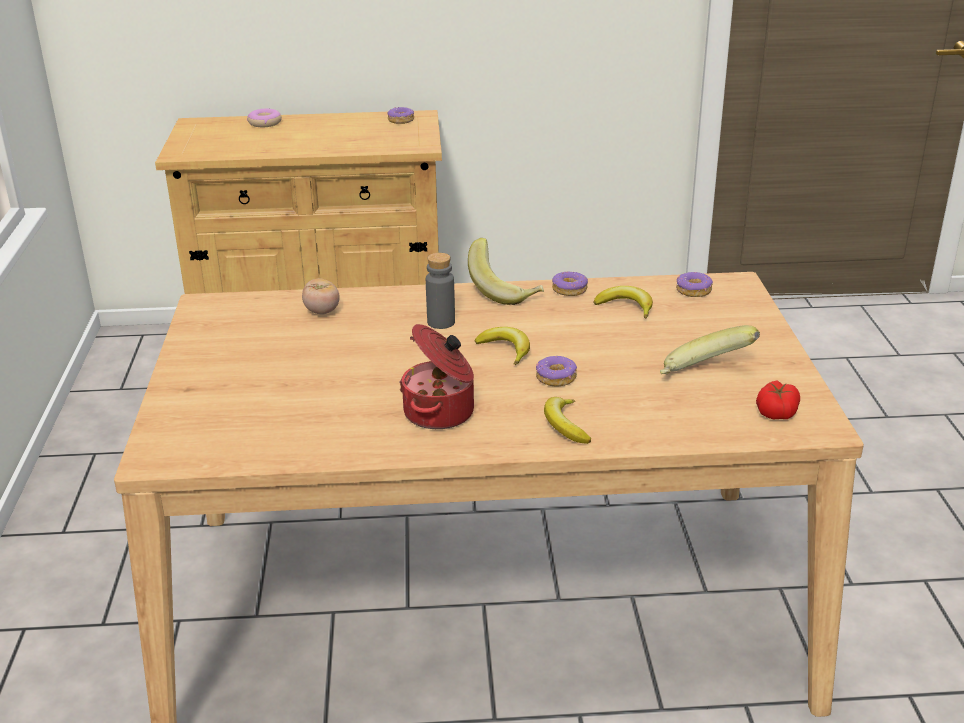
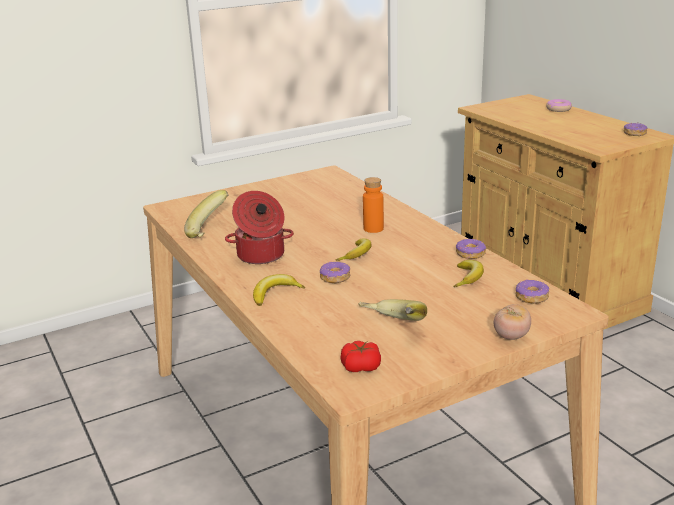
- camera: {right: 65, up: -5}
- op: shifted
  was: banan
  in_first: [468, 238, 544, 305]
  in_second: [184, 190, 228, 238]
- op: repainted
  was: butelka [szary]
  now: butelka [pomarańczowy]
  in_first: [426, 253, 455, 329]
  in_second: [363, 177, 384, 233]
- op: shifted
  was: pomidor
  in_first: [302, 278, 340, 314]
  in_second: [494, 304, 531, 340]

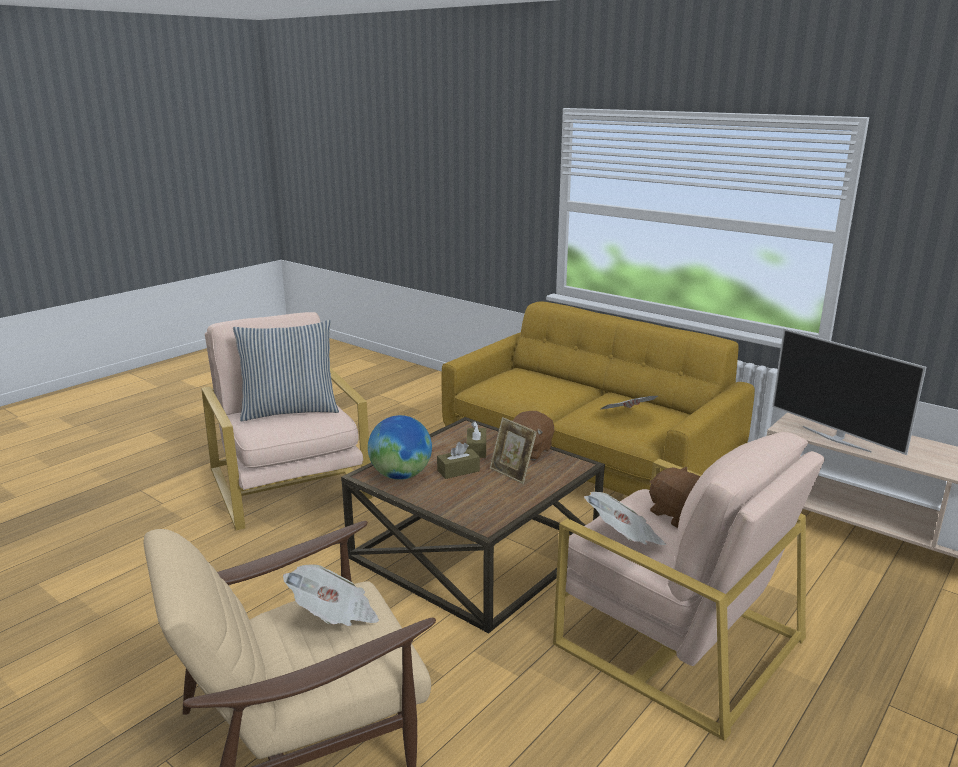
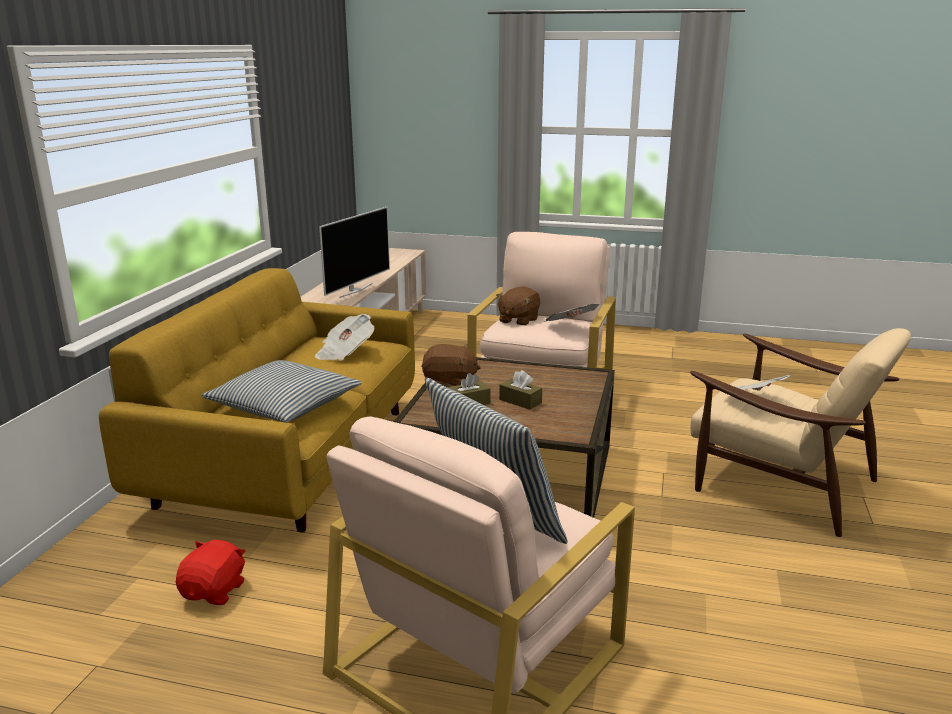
- camera: {right: -115, up: 0}
- op: gone
  was: globus
  in_first: [368, 415, 432, 480]
- op: gone
  was: ramka na zdjęcie
  in_first: [490, 417, 537, 484]
- op: new
  now: poduszka
  in_second: [201, 360, 362, 423]
- op: new
  now: pluszak [czerwony]
  in_second: [176, 540, 246, 605]

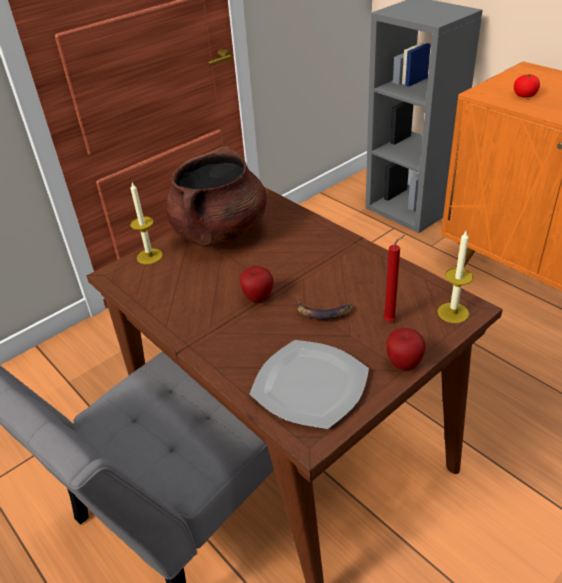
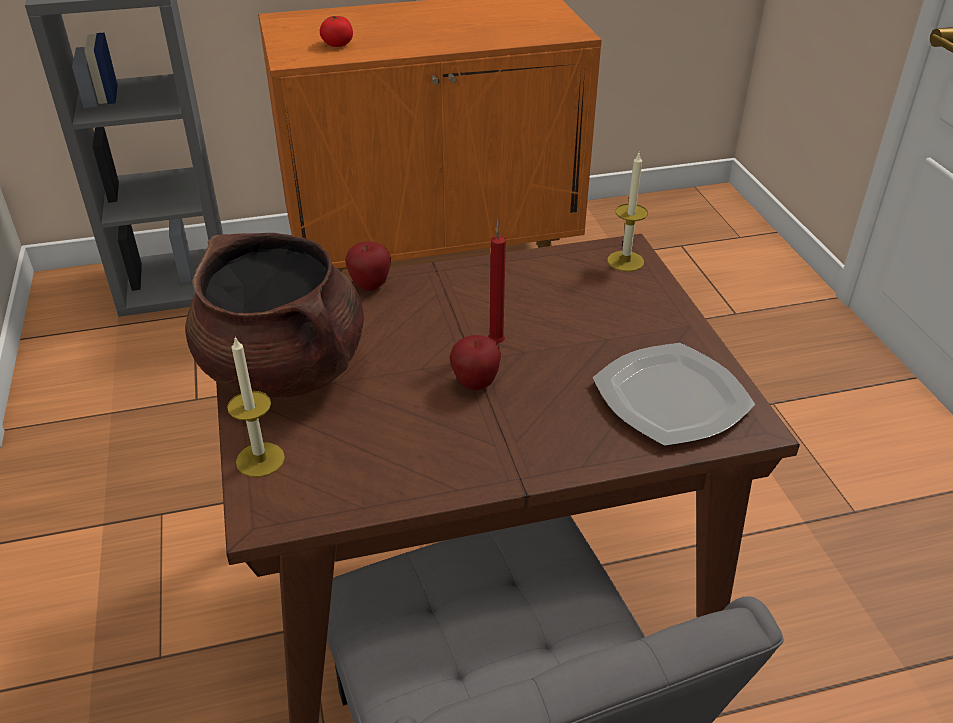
- camera: {right: -65, up: 0}
- op: shifted
  was: świeca [czerwony]
  in_first: [384, 235, 405, 322]
  in_second: [488, 219, 506, 344]
- op: gone
  was: banan
  in_first: [298, 301, 353, 320]
- op: shifted
  was: jabłko
  in_first: [386, 328, 426, 370]
  in_second: [345, 242, 391, 291]

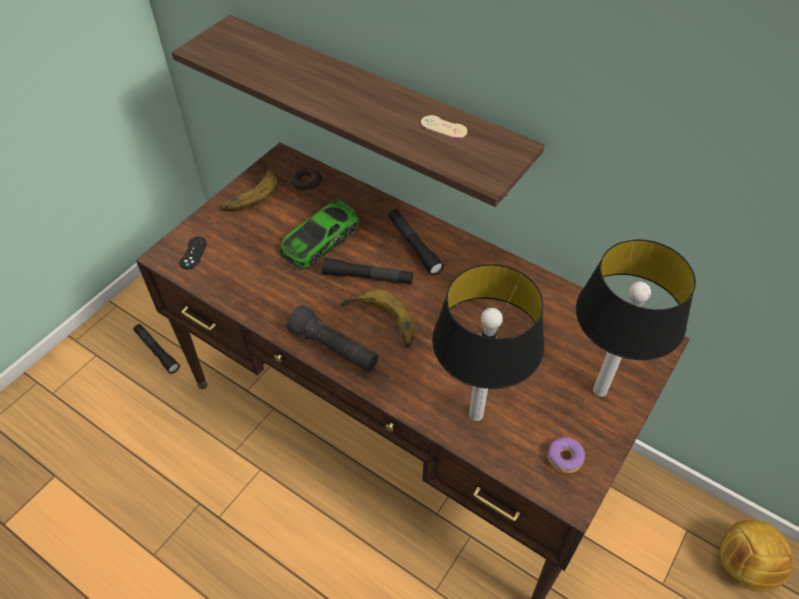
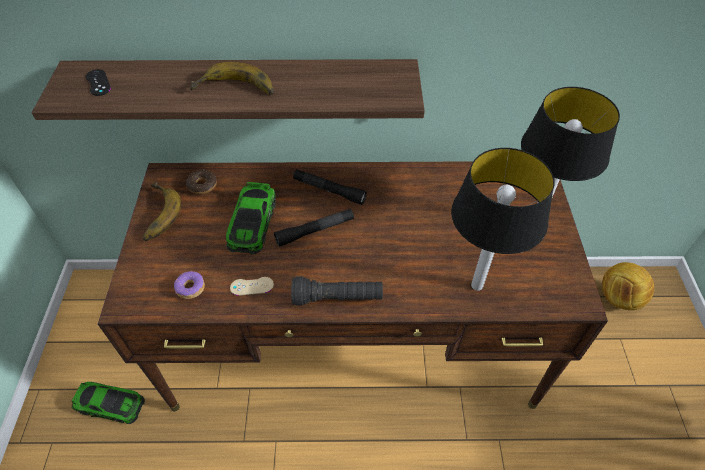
- camera: {right: -35, up: 0}
- op: shifted
  was: pad do gier [beżowy]
  in_first: [421, 115, 467, 139]
  in_second: [230, 277, 274, 296]
- op: shifted
  was: pad do gier [czarny]
  in_first: [179, 237, 207, 269]
  in_second: [86, 69, 111, 96]
- op: shifted
  was: banan
  in_first: [340, 289, 415, 348]
  in_second: [190, 62, 274, 95]
- op: swapped
  was: latarka [czarny]
  now: samochodzik
  in_first: [133, 324, 180, 374]
  in_second: [72, 382, 145, 424]
- op: shifted
  was: donut
  in_first: [548, 437, 585, 473]
  in_second: [174, 271, 205, 299]

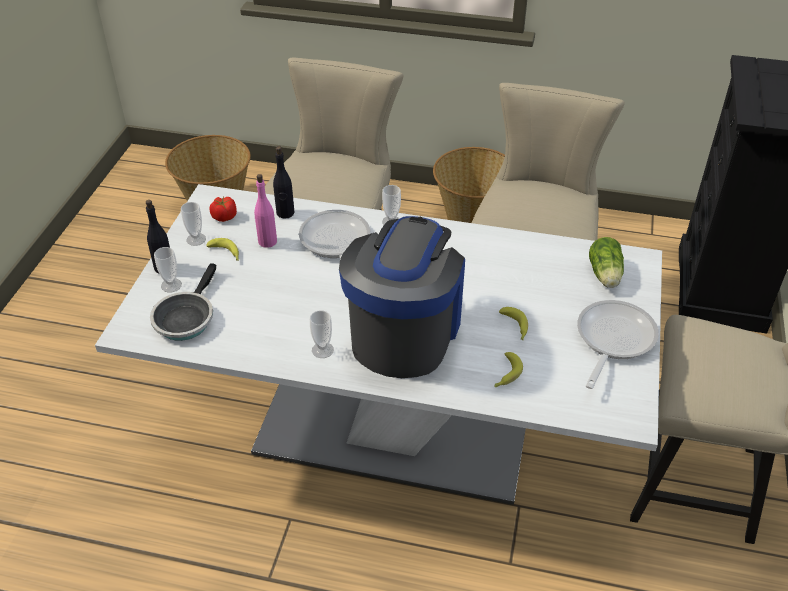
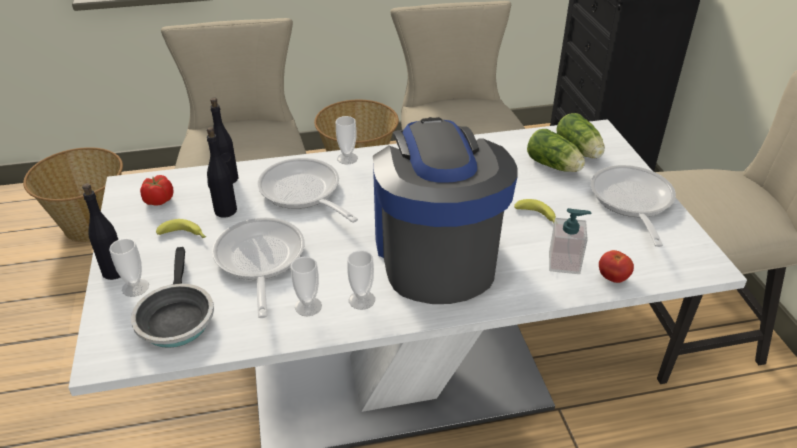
- camera: {right: -25, up: -5}
- op: repainted
  was: butelka [różowy]
  now: butelka [czarny]
  in_first: [254, 174, 277, 248]
  in_second: [207, 127, 237, 218]
- op: shifted
  was: filiżanka
  in_first: [181, 202, 206, 246]
  in_second: [291, 257, 322, 316]
- op: swapped
  was: banan
  now: dozownik mydła
  in_first: [494, 352, 523, 387]
  in_second: [549, 208, 591, 274]
- op: new
  now: sałata
  in_second: [527, 129, 585, 172]
- op: new
  now: patelnia
  in_second: [212, 217, 305, 318]
- op: new
  now: pomidor
  in_second: [599, 250, 634, 283]

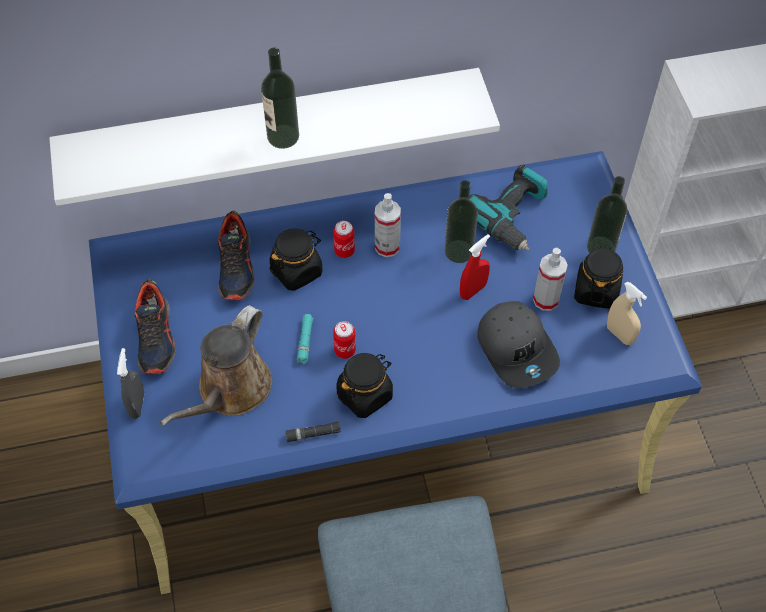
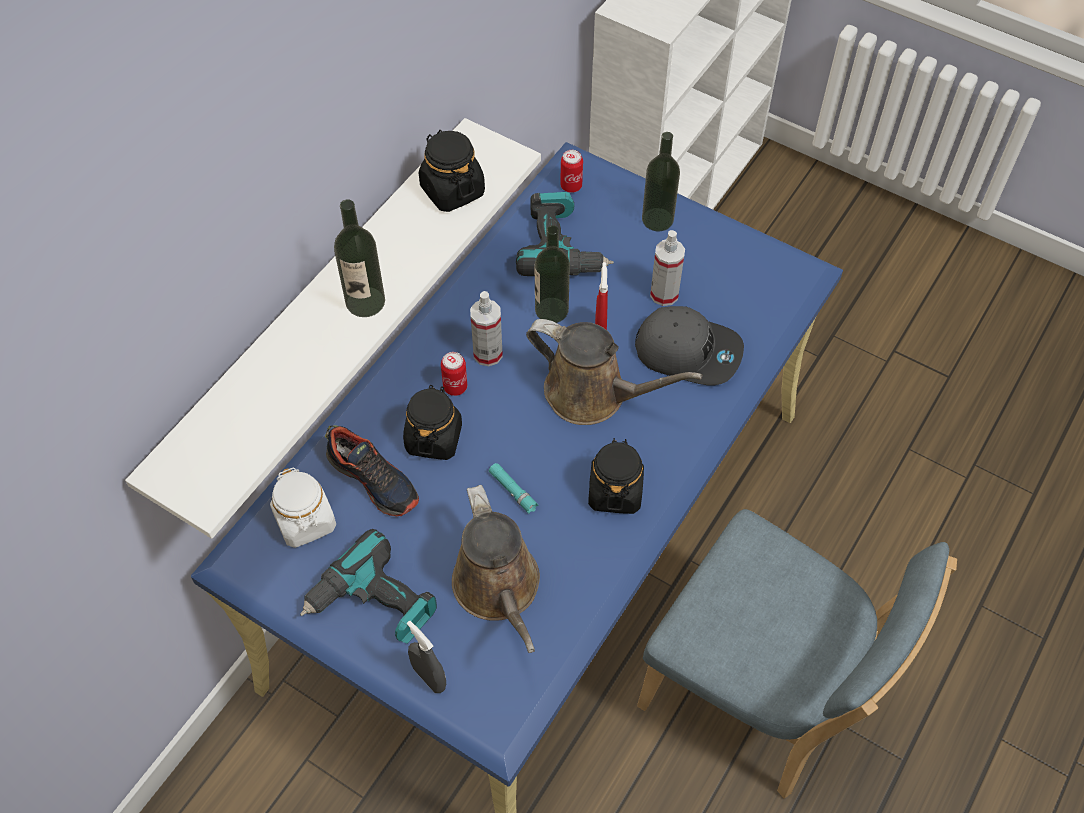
- camera: {right: -45, up: 0}
- op: shifted
  was: słoik [czarny]
  in_first: [574, 245, 623, 309]
  in_second: [419, 130, 485, 212]
- op: swapped
  was: but
  now: wiertarka
  in_first: [134, 279, 176, 375]
  in_second: [300, 529, 437, 644]
- op: gone
  was: spryskiwacz [beżowy]
  in_first: [607, 281, 647, 345]
- op: shifted
  was: puszka
  in_first: [333, 321, 356, 359]
  in_second: [560, 150, 583, 193]
- op: gone
  was: latarka [czarny]
  in_first: [285, 422, 341, 442]
- op: new
  now: konewka [brązowy]
  in_second: [526, 319, 702, 425]
- op: new
  now: słoik [biały]
  in_second: [270, 468, 336, 548]

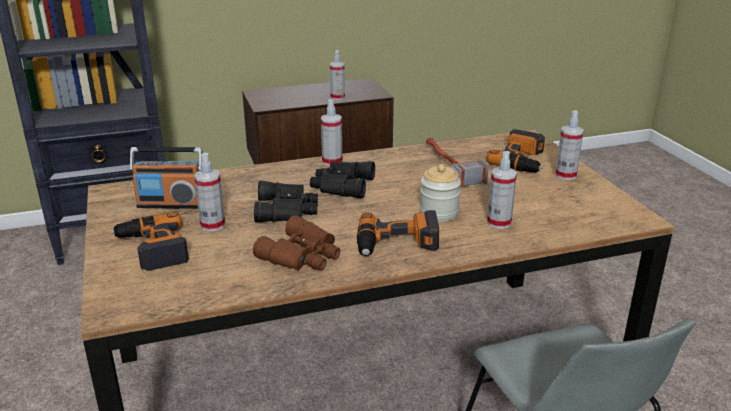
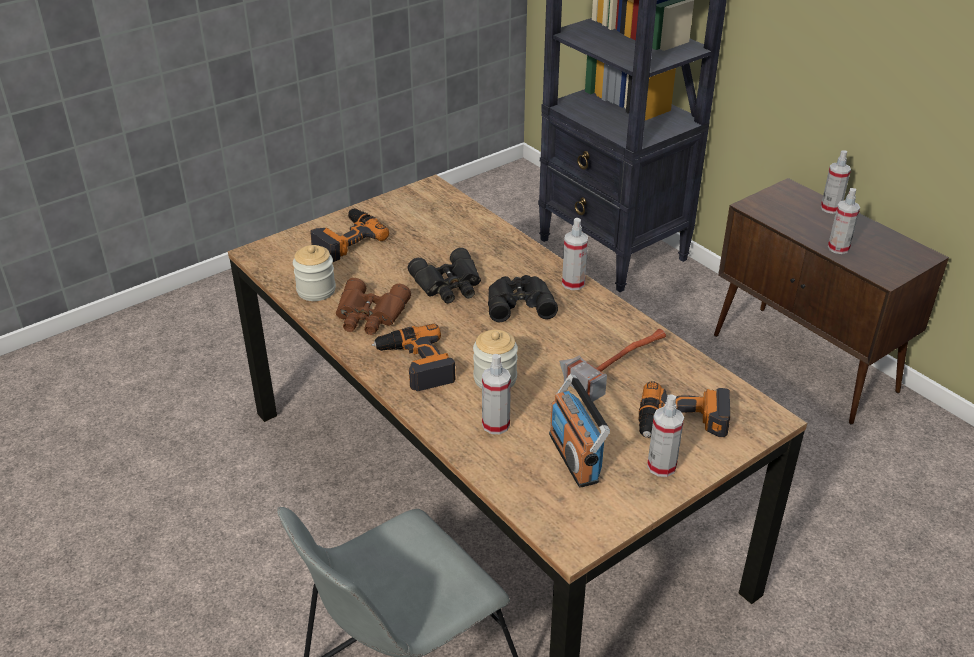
- camera: {right: 70, up: 10}
- op: shifted
  was: radio
  in_first: [130, 147, 203, 209]
  in_second: [549, 374, 610, 488]
- op: shifted
  was: spryskiwacz
  in_first: [194, 153, 225, 232]
  in_second: [821, 150, 851, 214]
- op: new
  now: słoik
  in_second: [293, 245, 336, 301]

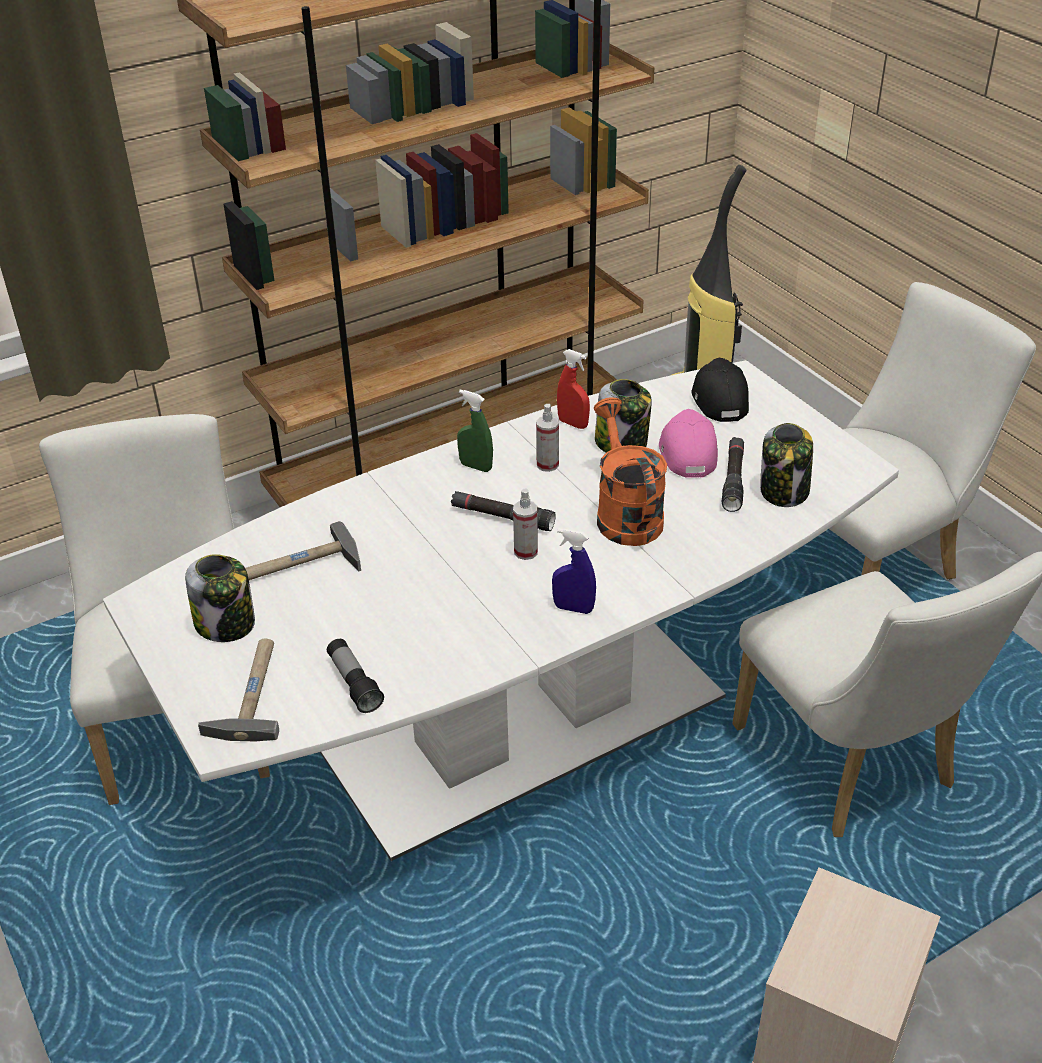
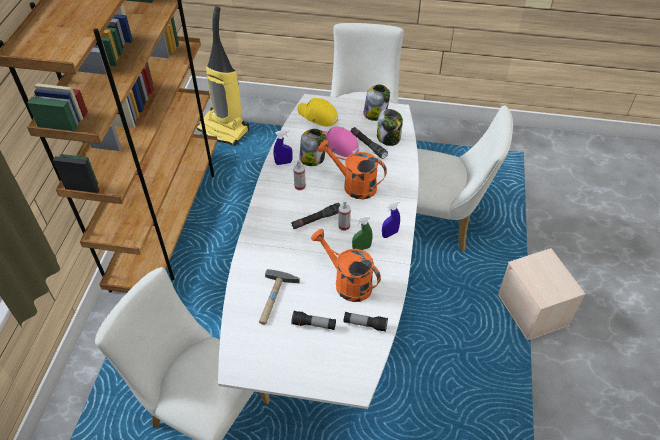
- camera: {right: -50, up: 10}
- op: repainted
  was: spryskiwacz [czerwony]
  now: spryskiwacz [niebieski]
  in_first: [557, 349, 590, 429]
  in_second: [274, 130, 293, 165]
- op: repainted
  was: czapka z daszkiem [czarny]
  now: czapka z daszkiem [żółty]
  in_first: [691, 358, 749, 422]
  in_second: [298, 98, 338, 126]
- op: shifted
  was: spryskiwacz [zielony]
  in_first: [457, 389, 493, 472]
  in_second: [352, 216, 372, 250]
- op: shifted
  was: słoik
  in_first: [185, 554, 255, 642]
  in_second: [363, 85, 390, 121]
- op: gone
  was: młotek
  in_first: [198, 639, 279, 741]
- op: new
  now: konewka [pomarańczowy]
  in_second: [311, 229, 381, 302]
- op: new
  now: latarka
  in_second: [291, 310, 336, 330]

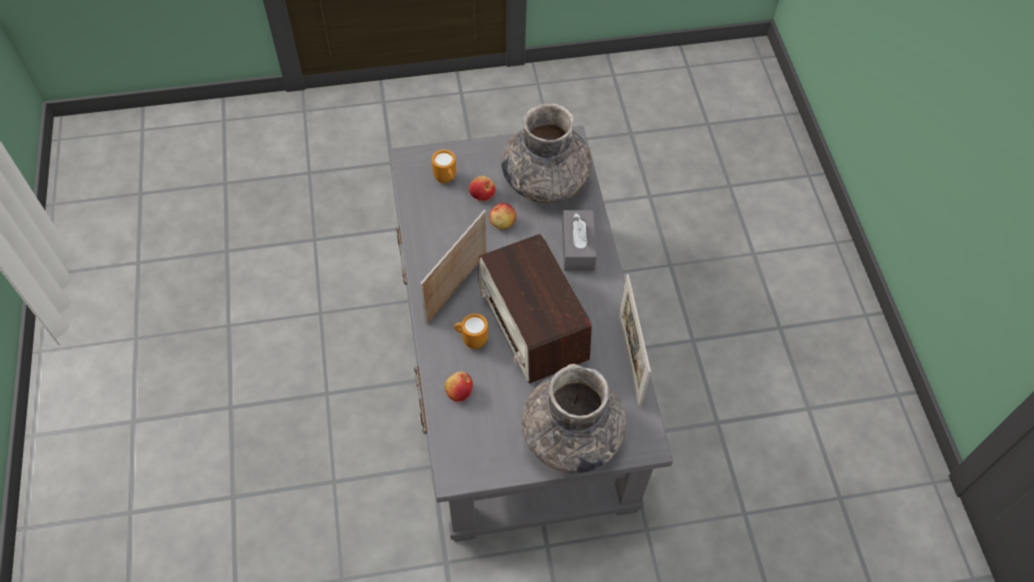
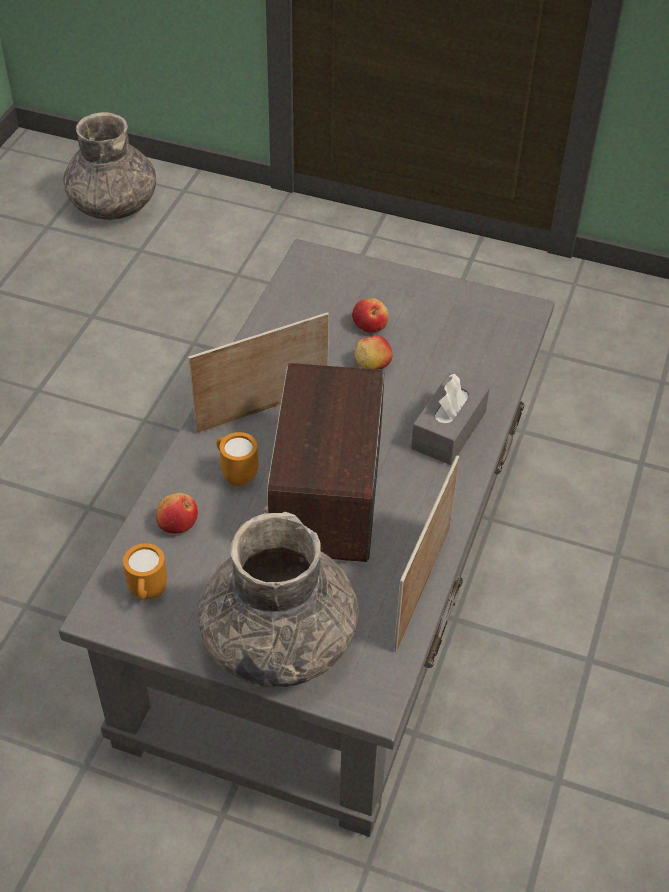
- camera: {right: 30, up: -10}
- op: shifted
  was: wazon [szary]
  in_first: [501, 103, 593, 203]
  in_second: [63, 112, 156, 220]
- op: shifted
  was: kubek [pomarańczowy]
  in_first: [432, 149, 456, 183]
  in_second: [123, 543, 167, 600]

